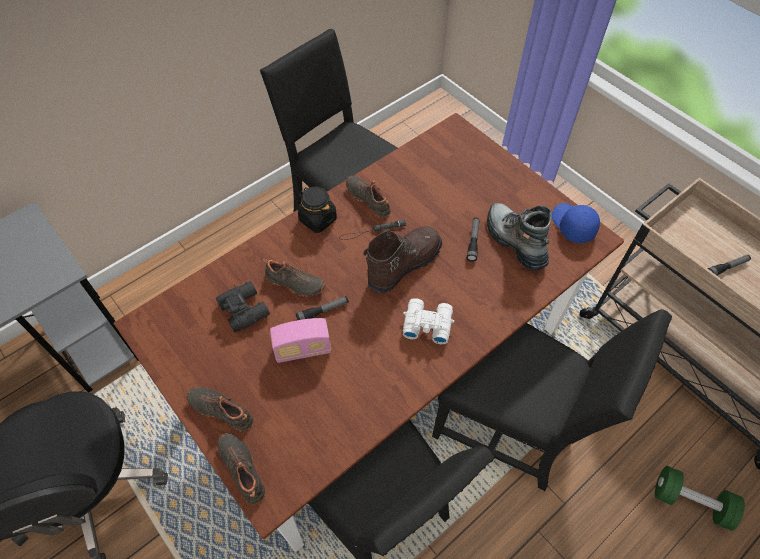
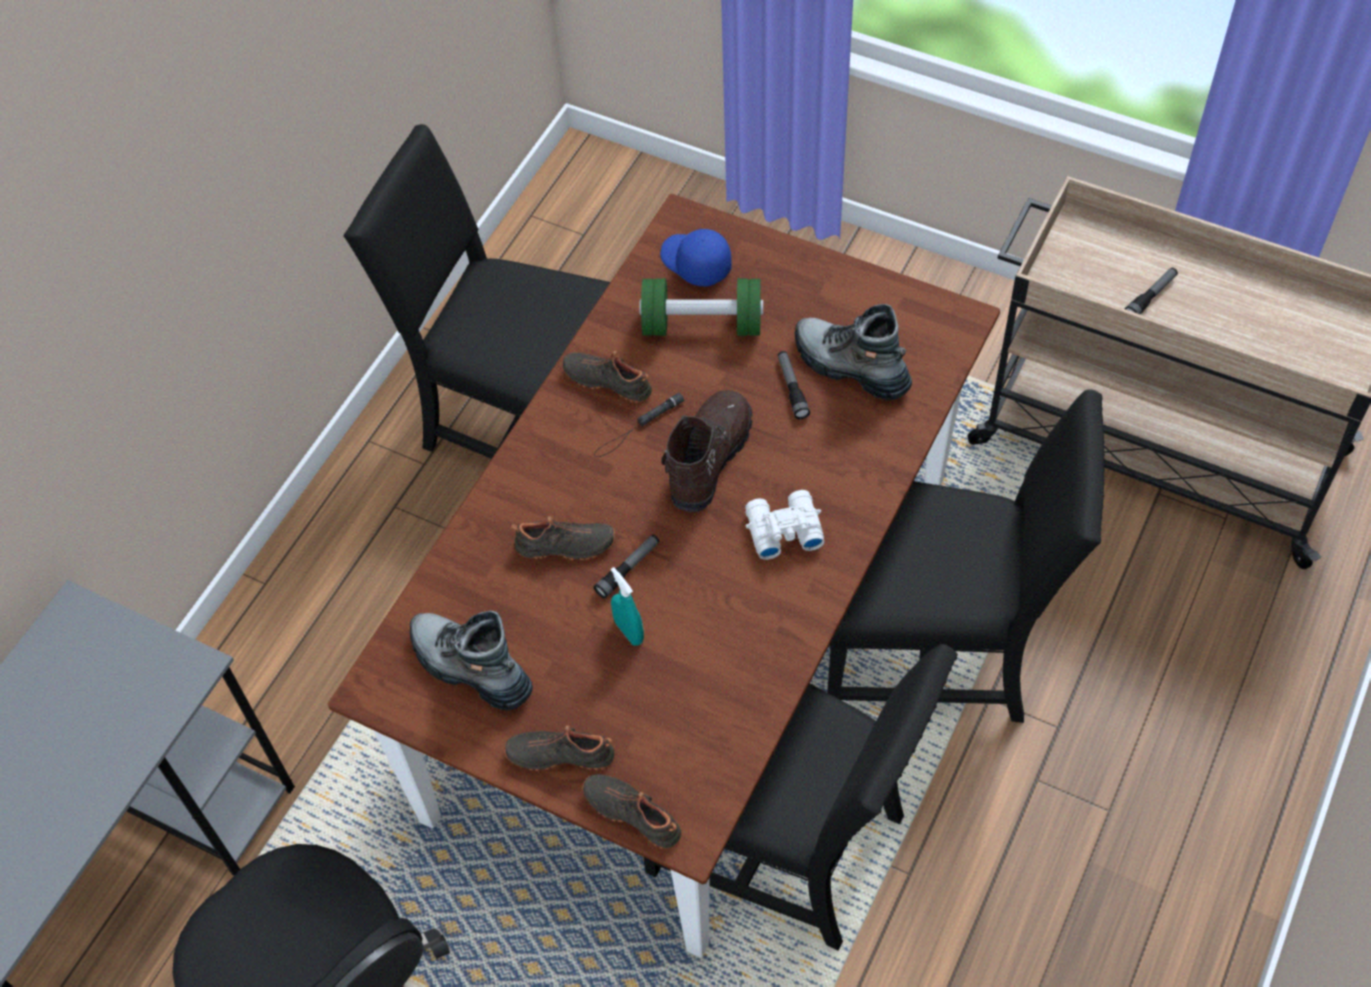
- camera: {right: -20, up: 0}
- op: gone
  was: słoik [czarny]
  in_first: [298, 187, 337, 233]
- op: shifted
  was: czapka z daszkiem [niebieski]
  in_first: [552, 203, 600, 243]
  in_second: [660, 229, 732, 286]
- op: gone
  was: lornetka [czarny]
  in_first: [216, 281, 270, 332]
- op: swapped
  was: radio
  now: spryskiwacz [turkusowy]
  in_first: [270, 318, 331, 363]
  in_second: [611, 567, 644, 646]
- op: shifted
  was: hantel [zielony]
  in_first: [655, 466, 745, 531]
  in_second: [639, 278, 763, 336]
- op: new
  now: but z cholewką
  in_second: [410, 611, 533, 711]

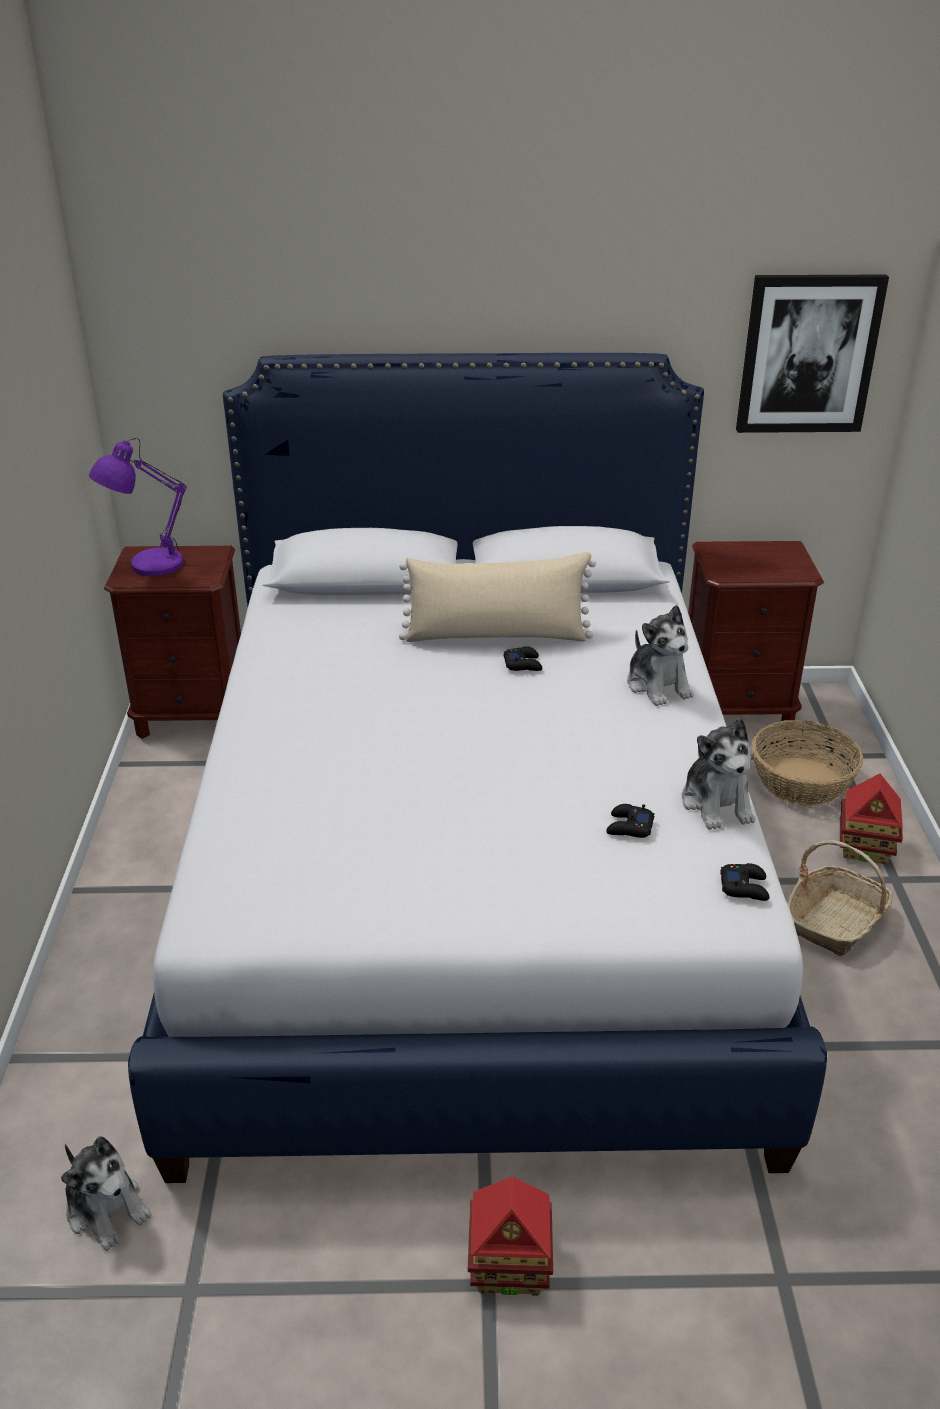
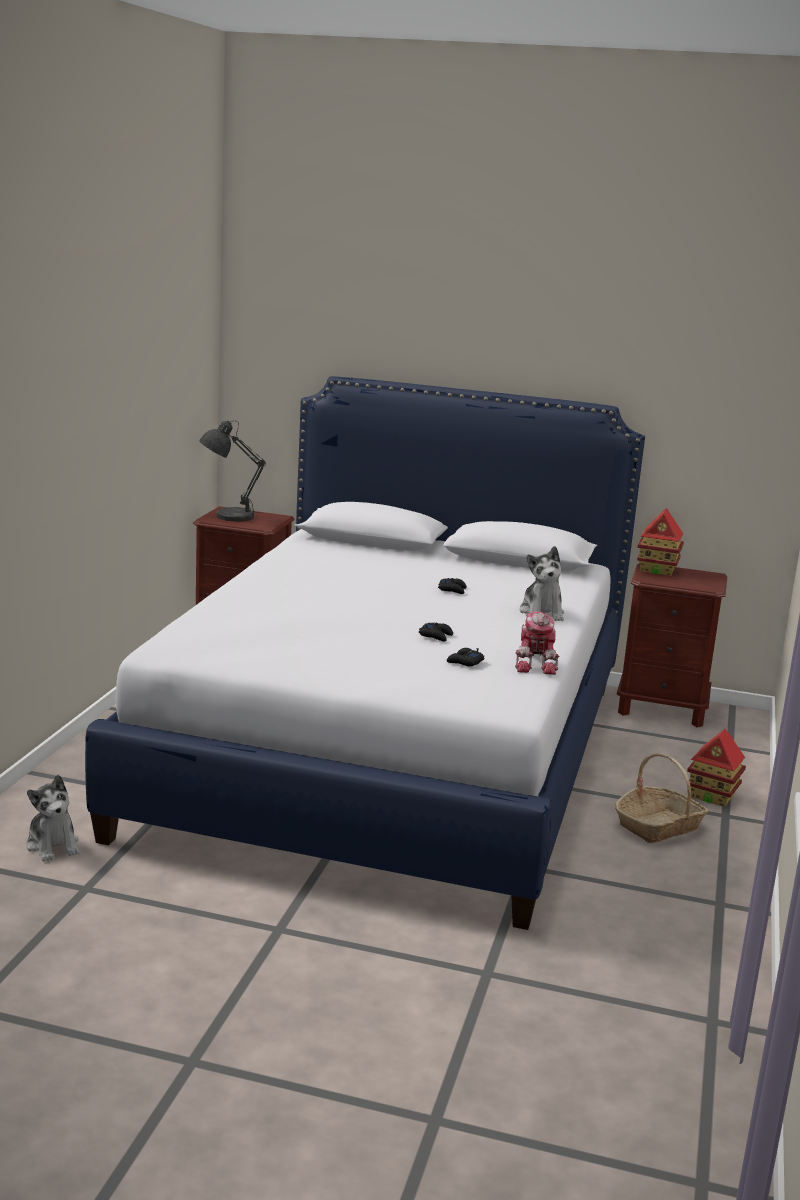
- camera: {right: 15, up: -15}
- op: gone
  was: obraz
  in_first: [736, 274, 889, 433]
- op: repainted
  was: lampa stołowa [fioletowy]
  now: lampa stołowa [szary]
  in_first: [89, 438, 186, 576]
  in_second: [199, 420, 266, 522]
- op: gone
  was: poduszka [beżowy]
  in_first: [399, 552, 596, 642]
- op: swapped
  was: pluszak
  now: robot zabawkowy
  in_first: [682, 718, 755, 830]
  in_second: [515, 612, 559, 675]
- op: gone
  was: koszyk
  in_first: [752, 720, 863, 806]
- op: shifted
  was: pad do gier [czarny]
  in_first: [720, 863, 769, 901]
  in_second: [419, 622, 453, 642]
- op: shifted
  was: domek
  in_first: [468, 1177, 553, 1296]
  in_second: [637, 508, 684, 576]

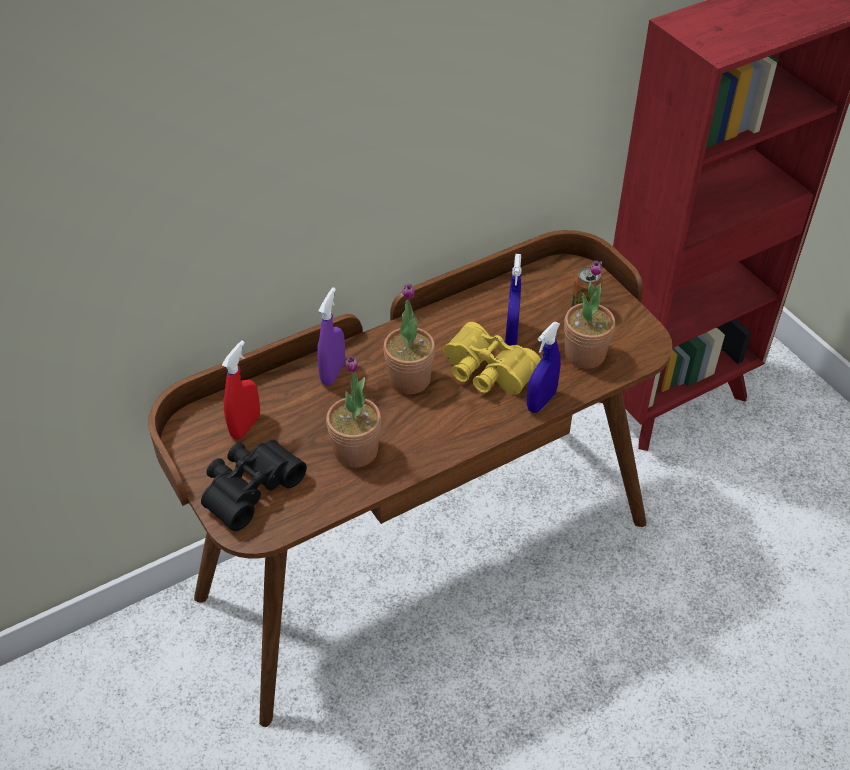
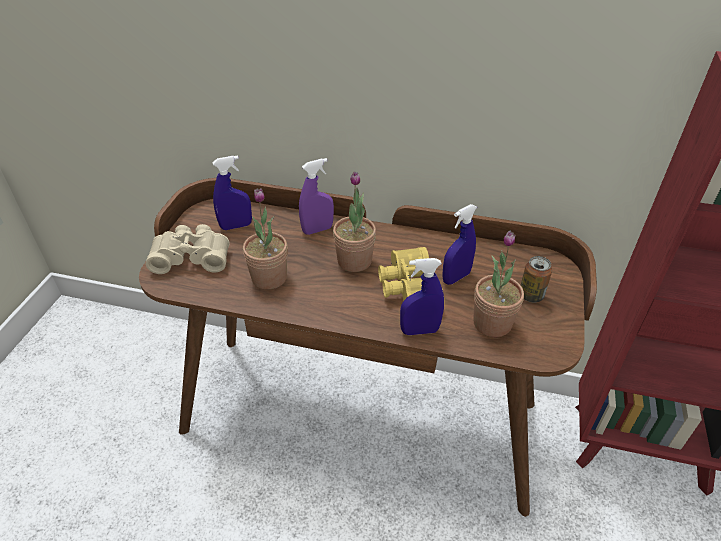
- camera: {right: 45, up: -5}
- op: repainted
  was: spryskiwacz [czerwony]
  now: spryskiwacz [niebieski]
  in_first: [222, 340, 260, 439]
  in_second: [212, 156, 252, 230]
- op: repainted
  was: lornetka [czarny]
  now: lornetka [beżowy]
  in_first: [201, 440, 307, 531]
  in_second: [146, 224, 230, 274]

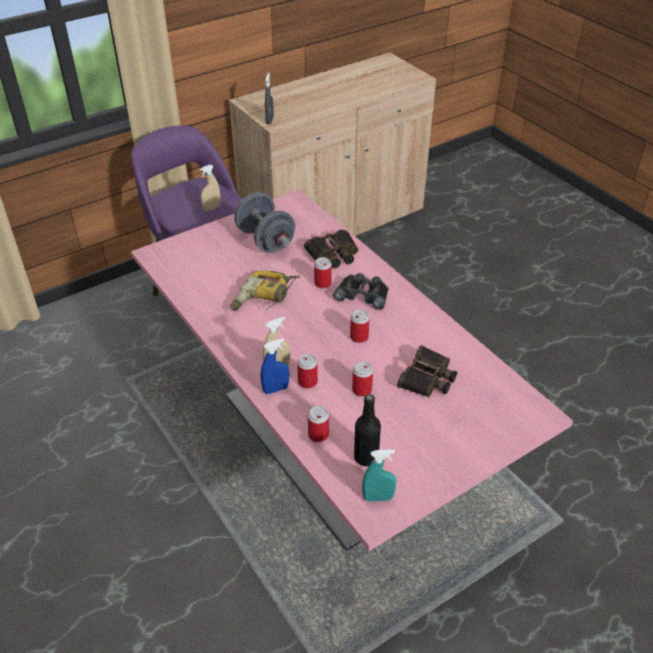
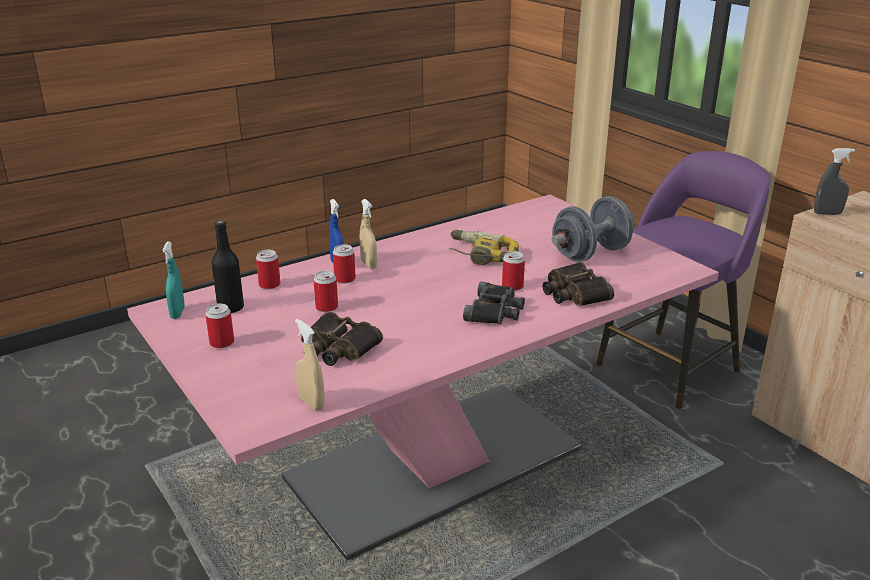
- camera: {right: 90, up: -15}
- op: shifted
  was: spryskiwacz [beżowy]
  in_first: [200, 165, 221, 212]
  in_second: [295, 319, 325, 411]
- op: shifted
  was: puszka
  in_first: [350, 310, 369, 343]
  in_second: [205, 303, 234, 348]

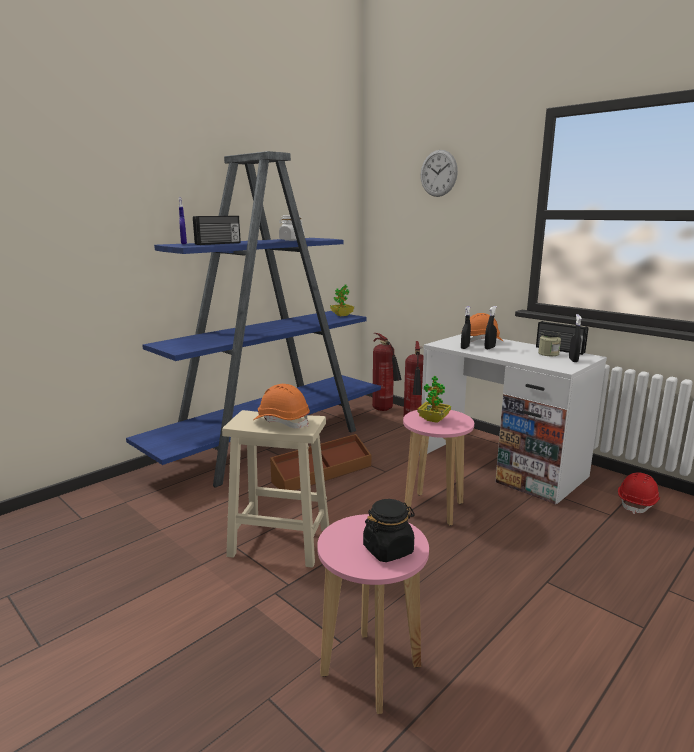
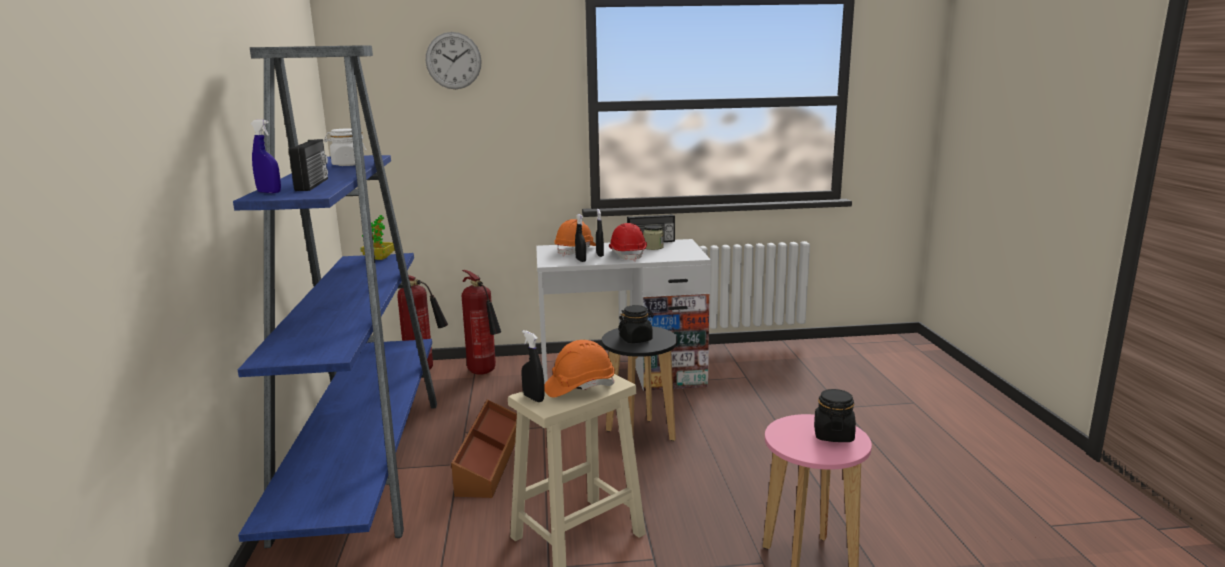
- camera: {right: -50, up: 0}
- op: shifted
  was: spryskiwacz [czarny]
  in_first: [569, 314, 582, 362]
  in_second: [521, 330, 545, 402]
- op: swapped
  was: roślina doniczkowa
  now: słoik [czarny]
  in_first: [418, 376, 451, 423]
  in_second: [618, 305, 654, 343]
- op: repainted
  was: stołek [różowy]
  now: stołek [czarny]
  in_first: [403, 410, 474, 526]
  in_second: [602, 326, 678, 441]
- op: shifted
  was: kask [czerwony]
  in_first: [618, 473, 660, 514]
  in_second: [609, 223, 647, 261]

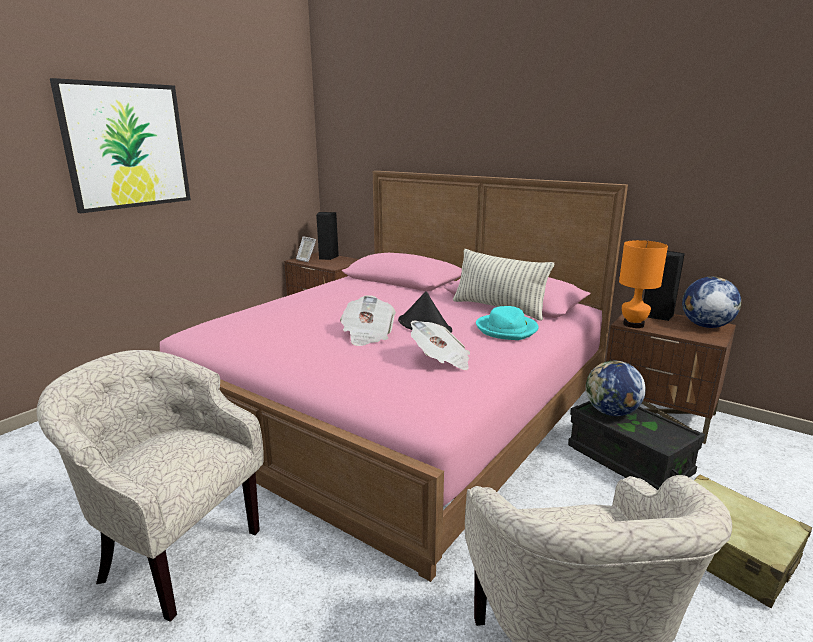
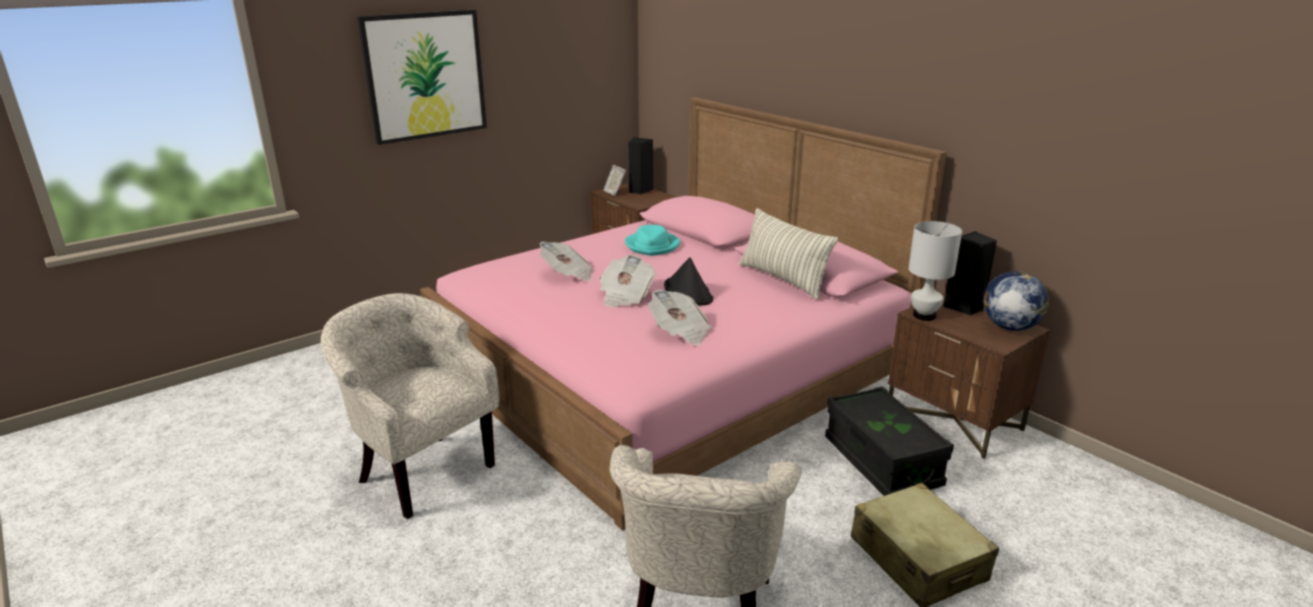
- camera: {right: 15, up: 5}
- op: repainted
  was: lampa stołowa [pomarańczowy]
  now: lampa stołowa [biały]
  in_first: [619, 240, 668, 328]
  in_second: [909, 221, 962, 321]
- op: shifted
  was: kapelusz [turkusowy]
  in_first: [476, 306, 538, 340]
  in_second: [625, 225, 680, 256]
- op: gone
  was: globus
  in_first: [586, 361, 646, 416]
- op: new
  now: gazeta
  in_second: [540, 242, 593, 281]

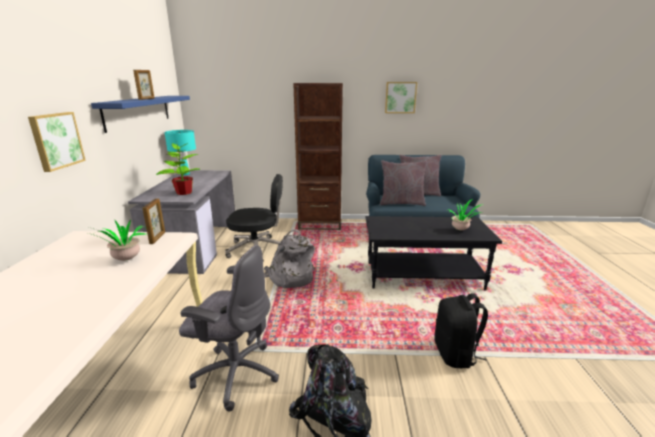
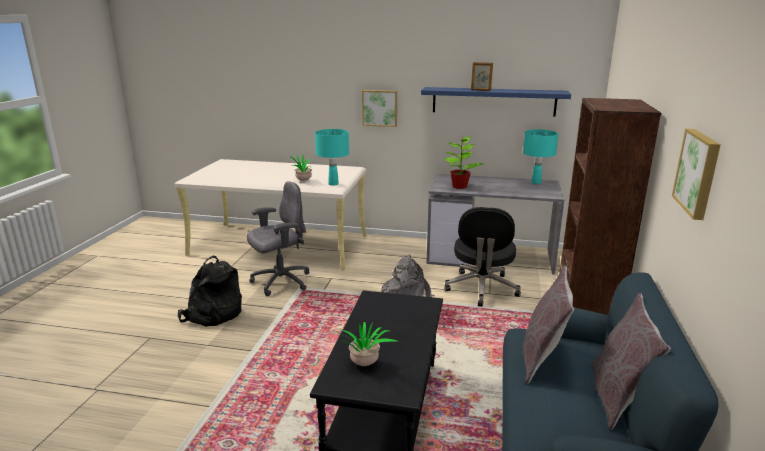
- camera: {right: 100, up: 0}
- op: swapped
  was: ramka na zdjęcie
  now: lampa stołowa [turkusowy]
  in_first: [143, 198, 165, 244]
  in_second: [315, 129, 349, 186]
- op: rotated
  was: krzesło biurowe [szary]
  in_first: [179, 245, 279, 411]
  in_second: [247, 181, 309, 296]
  clockwise: -150
- op: gone
  was: plecak [czarny]
  in_first: [434, 293, 488, 368]

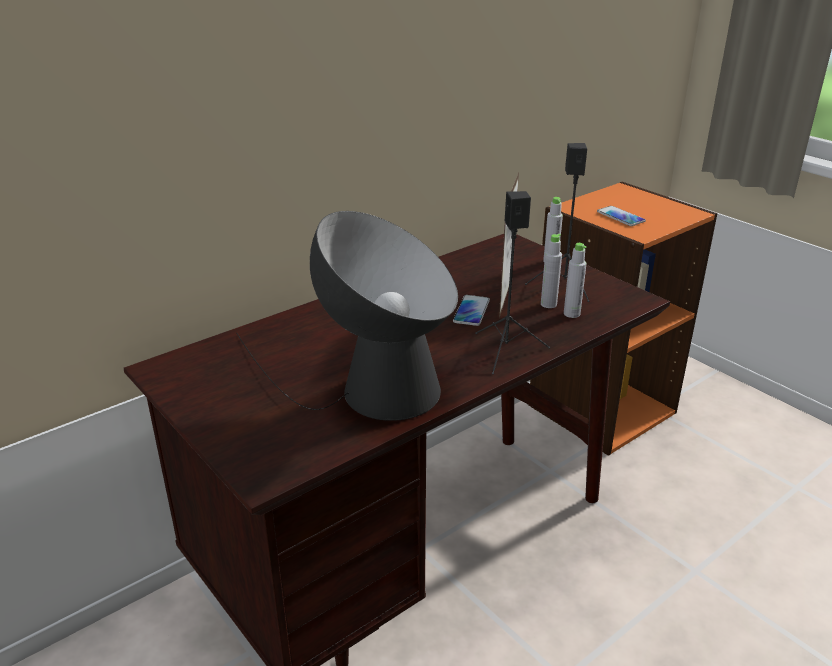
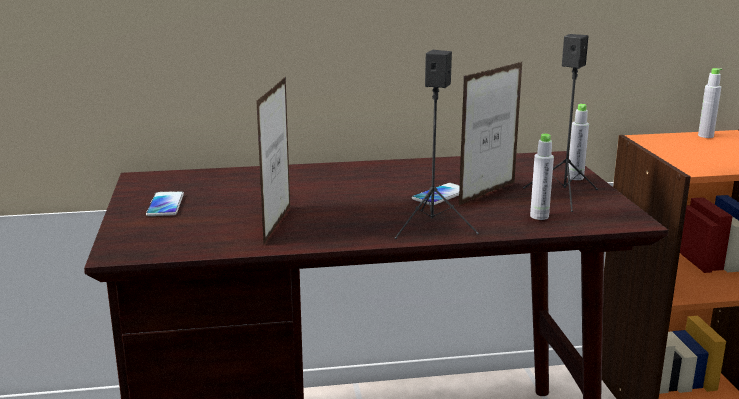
- camera: {right: 30, up: -10}
- op: shifted
  was: telefon
  in_first: [597, 206, 646, 226]
  in_second: [146, 191, 184, 216]
- op: swapped
  was: lampa stołowa
  now: ramka na zdjęcie
  in_first: [236, 211, 458, 421]
  in_second: [256, 76, 290, 244]
- op: shifted
  was: butelka [szary]
  in_first: [541, 234, 562, 308]
  in_second: [698, 68, 722, 138]

